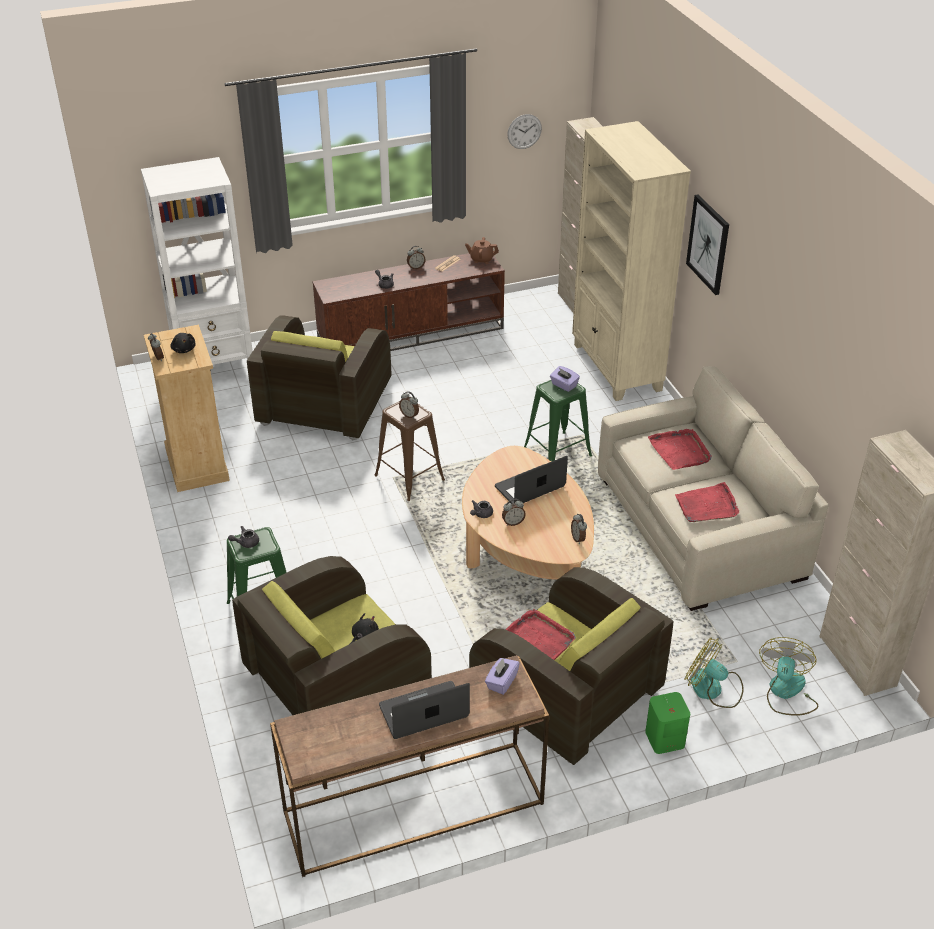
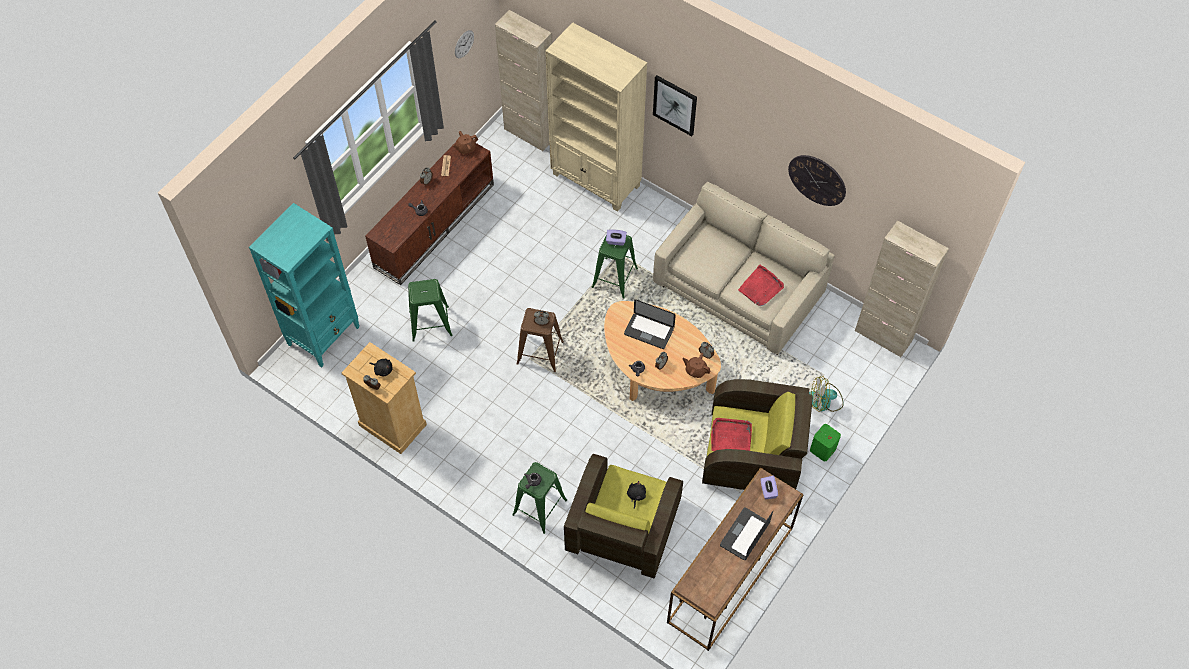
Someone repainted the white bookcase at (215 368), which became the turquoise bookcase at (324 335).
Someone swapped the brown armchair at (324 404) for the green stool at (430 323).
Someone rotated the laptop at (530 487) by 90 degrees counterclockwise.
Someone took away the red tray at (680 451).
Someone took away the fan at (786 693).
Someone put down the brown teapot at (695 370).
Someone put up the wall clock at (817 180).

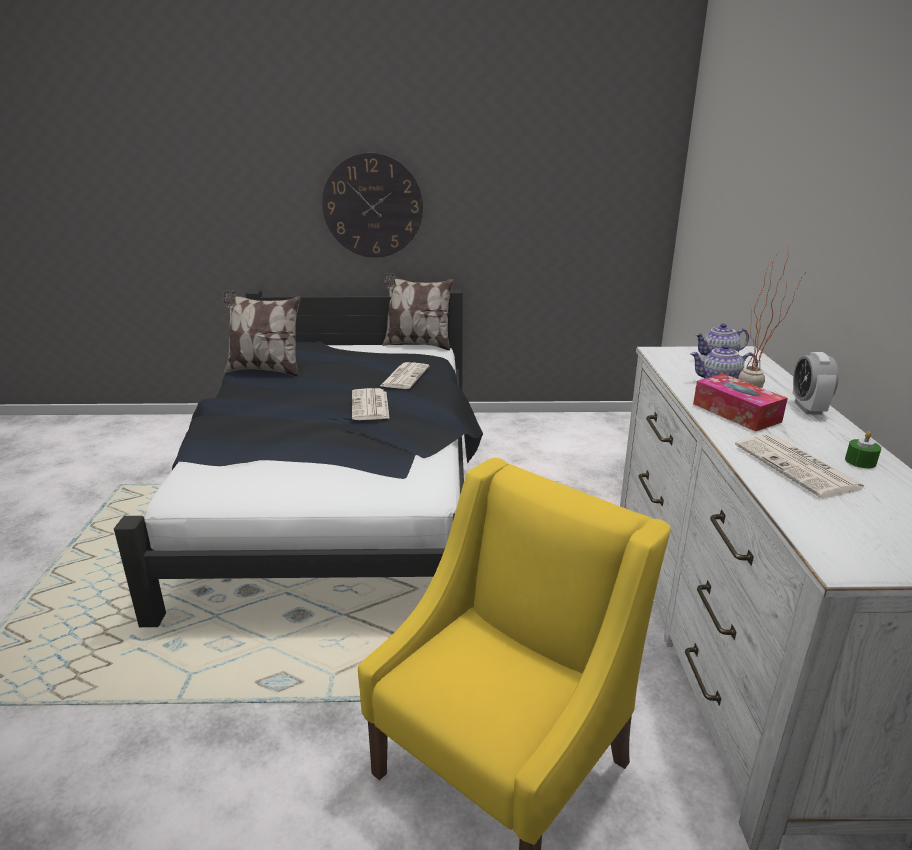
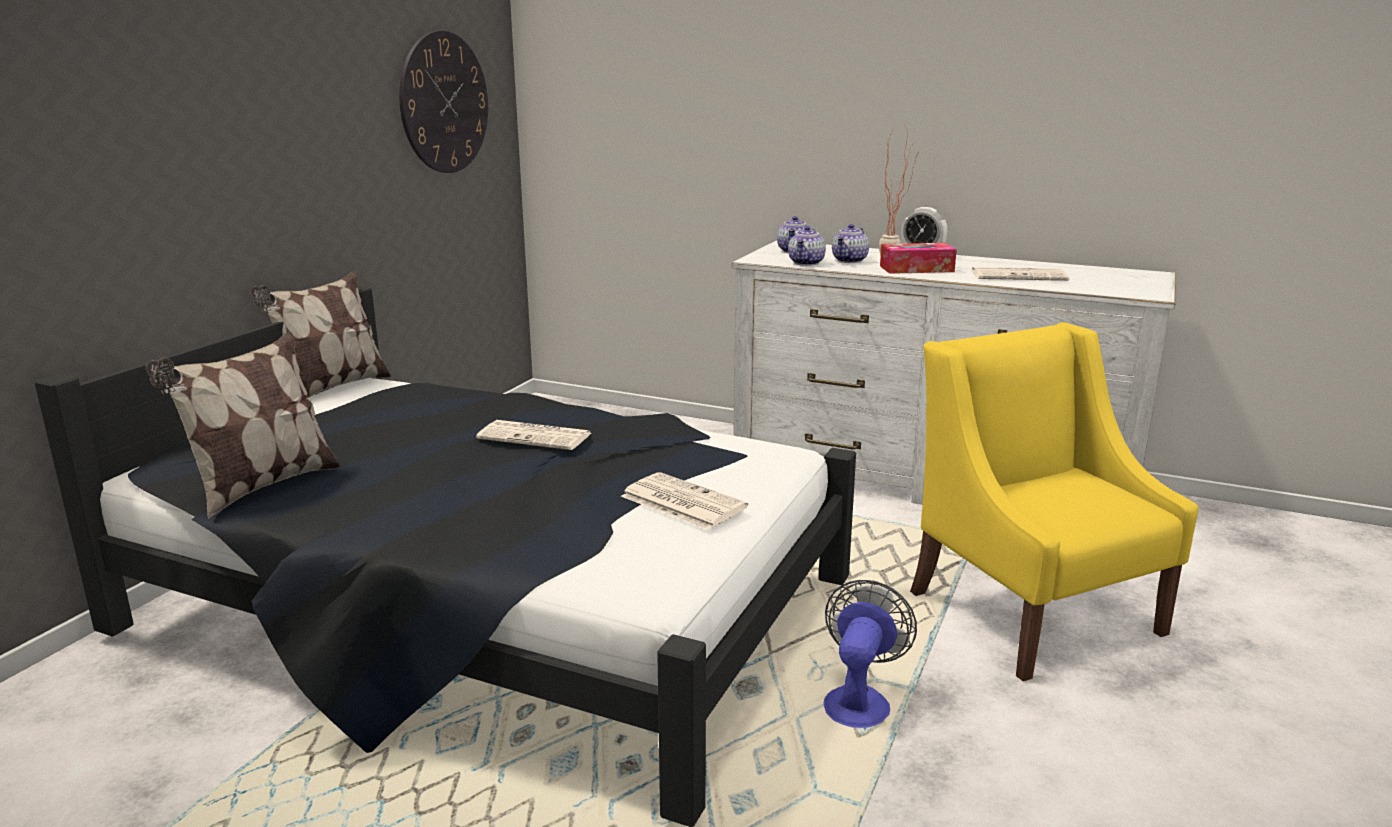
Someone carried the wall clock from (373 206) to (444 103).
Someone carried the newspaper from (404 376) to (681 502).
Someone took away the green candle at (860 461).
Someone put down the teapot at (807 263).
Someone put down the fan at (859 700).

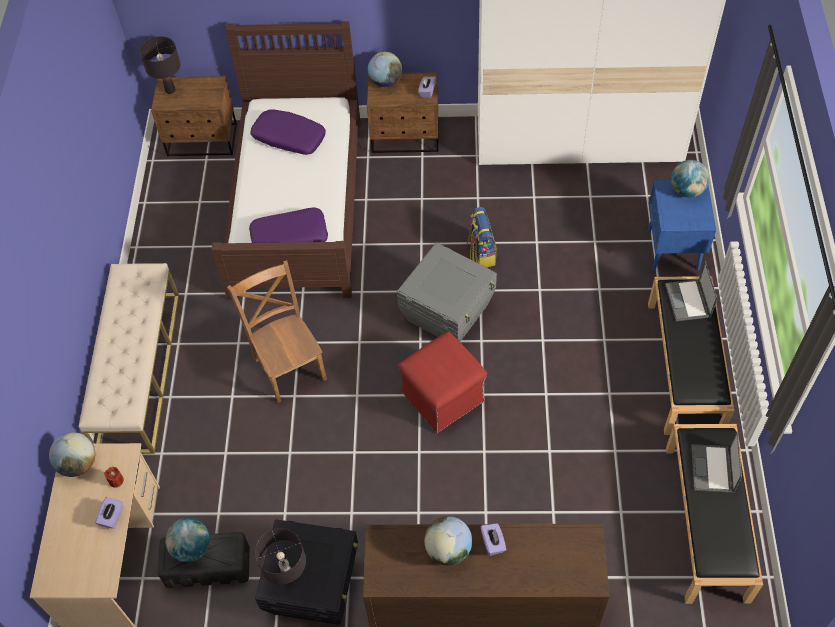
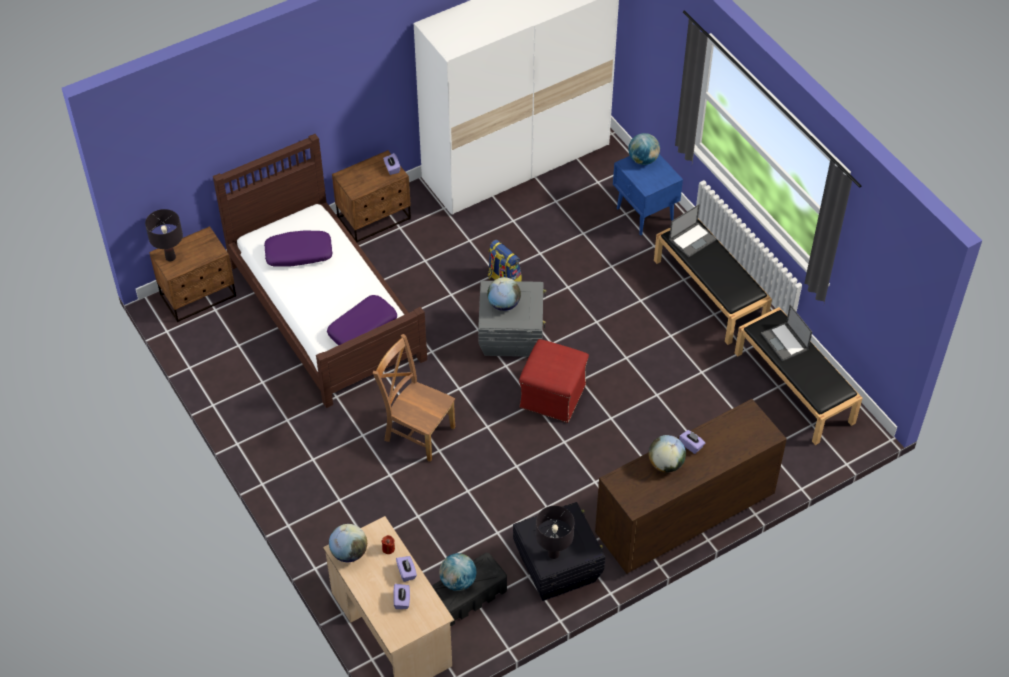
Someone took away the beige bench at (139 370).
Someone carried the globe from (385 81) to (503 304).
Someone rotated the laptop at (688 301) by 90 degrees counterclockwise.
Someone put down the purple tissue box at (402 600).

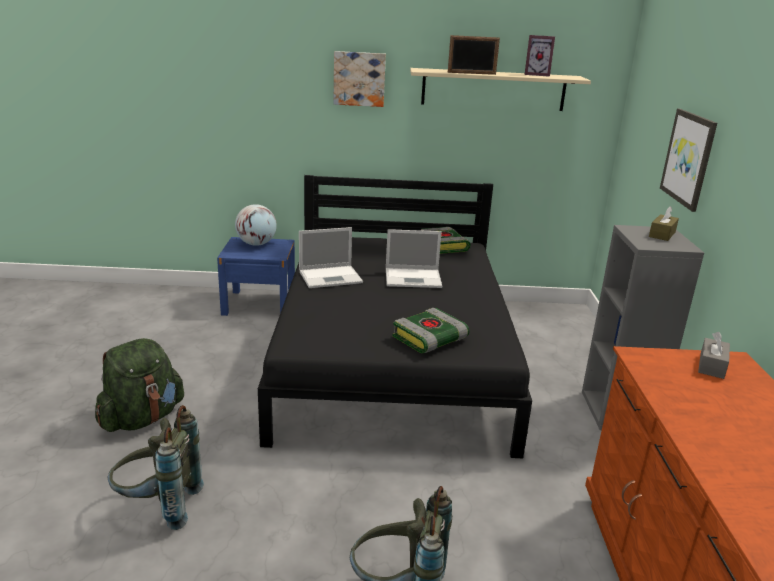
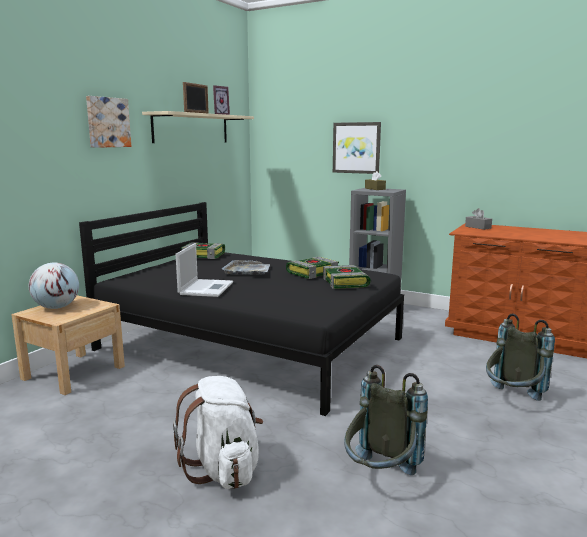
Someone repainted the green backpack at (142 418), which became the white backpack at (224 469).
Someone repainted the blue nightstand at (259 304), which became the beige nightstand at (74 372).
Someone swapped the laptop at (414 278) for the grey tray at (247 270).
Someone put down the book at (312 273).

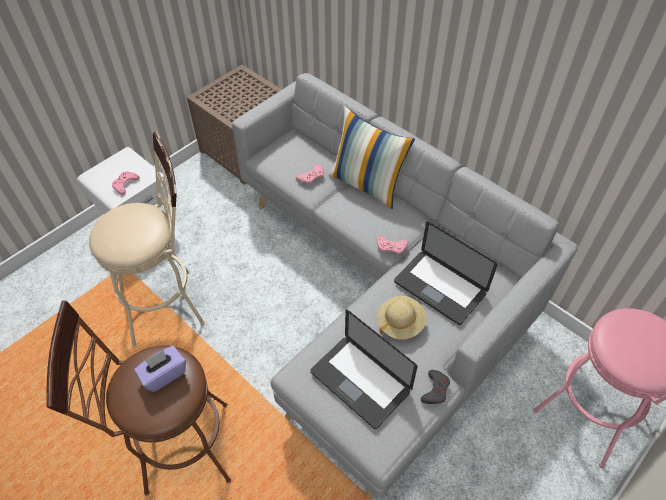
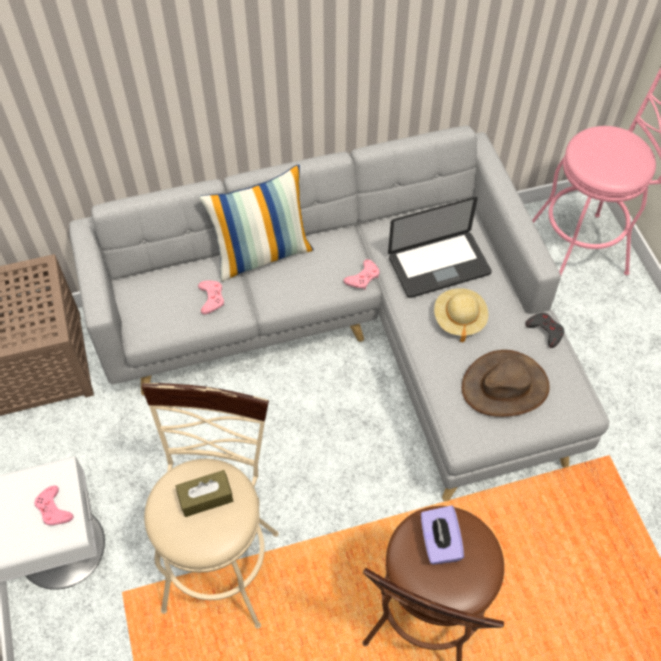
Someone swapped the laptop at (360 382) for the brown hat at (505 386).
Someone put down the brown tissue box at (206 497).

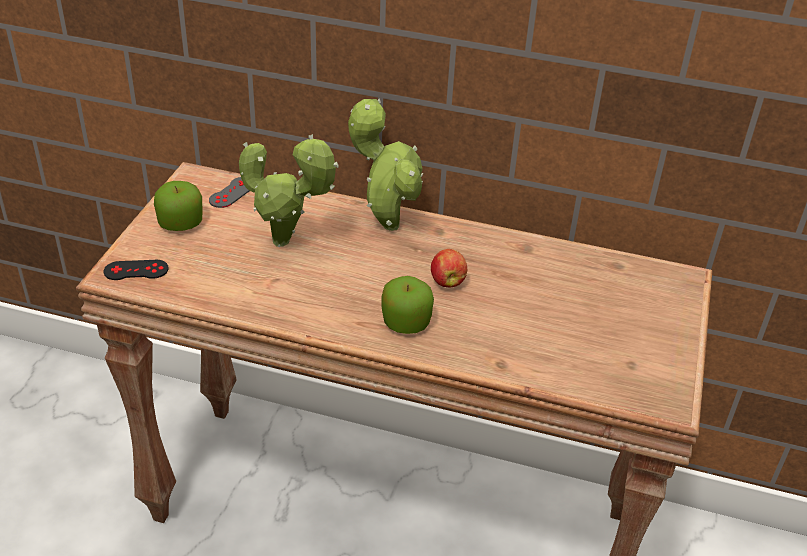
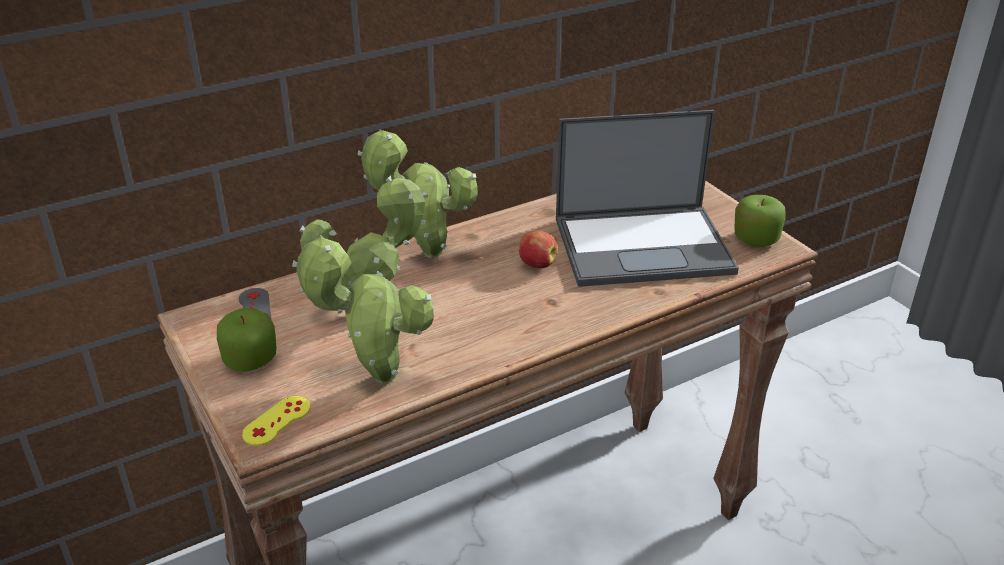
Someone repainted the black game controller at (136 270), which became the yellow game controller at (277 421).
Someone carried the apple from (406 322) to (756 239).
Someone put down the potted plant at (376 377).
Someone put down the laptop at (644 245).

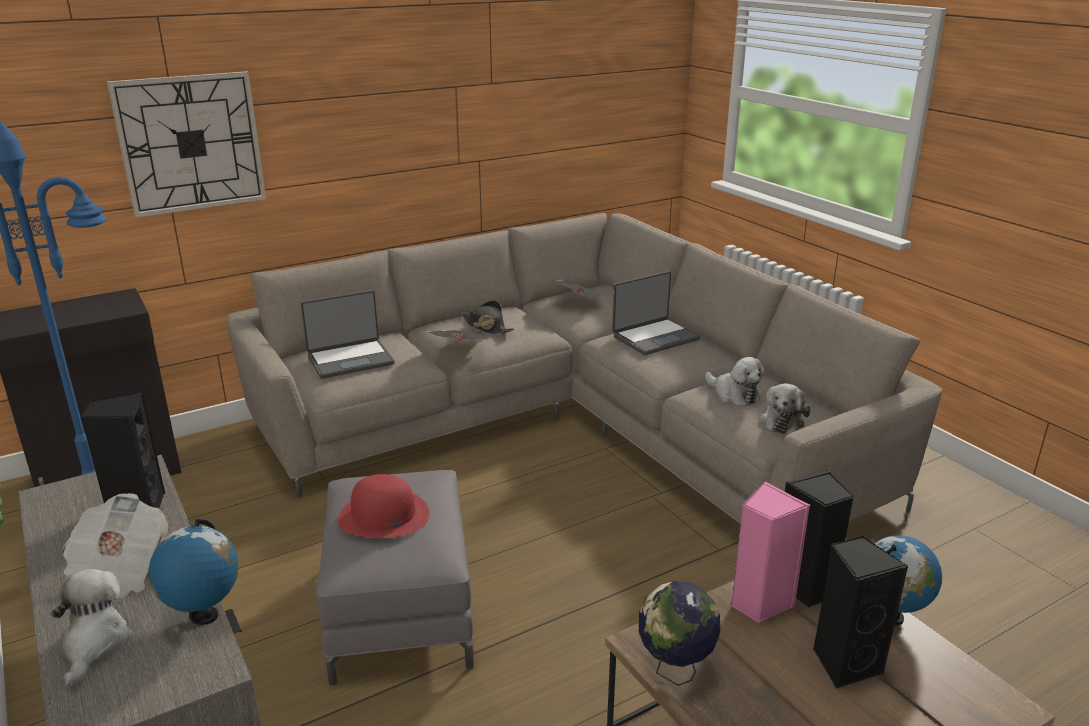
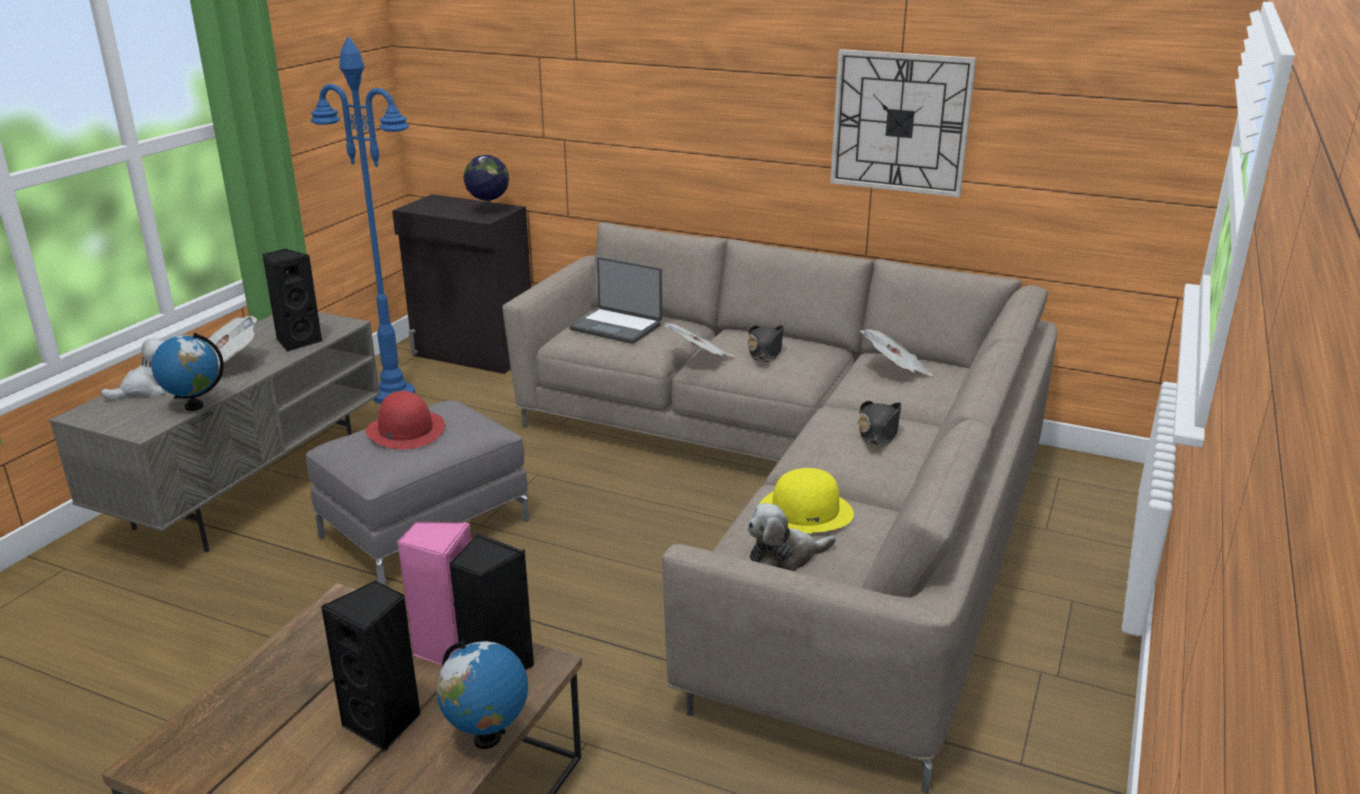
Someone carried the wall clock from (191 143) to (900 122).
Someone swapped the laptop at (654 337) for the black hat at (878 431).
Someone carried the globe from (674 671) to (488 212).
Someone swapped the plush toy at (733 394) for the yellow hat at (805 512).

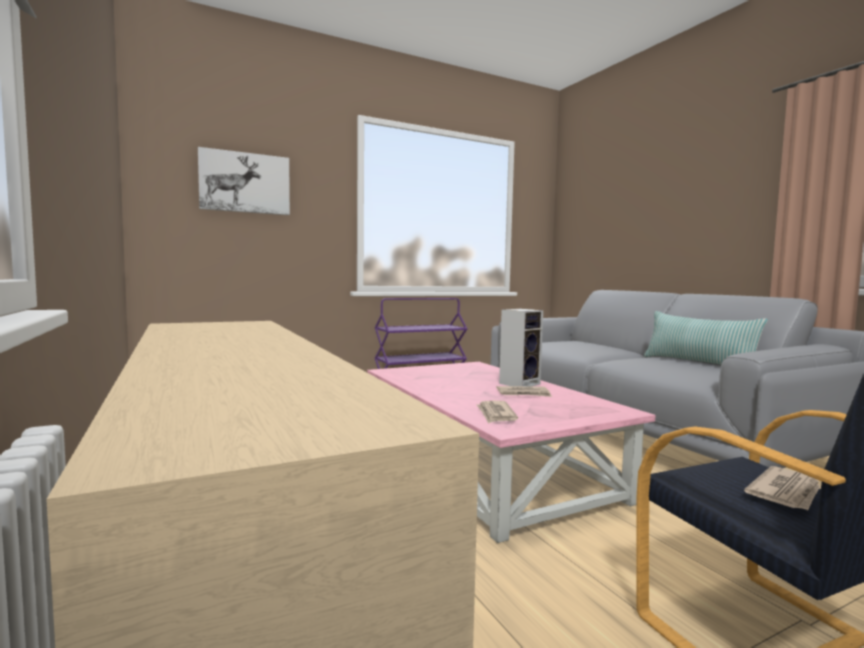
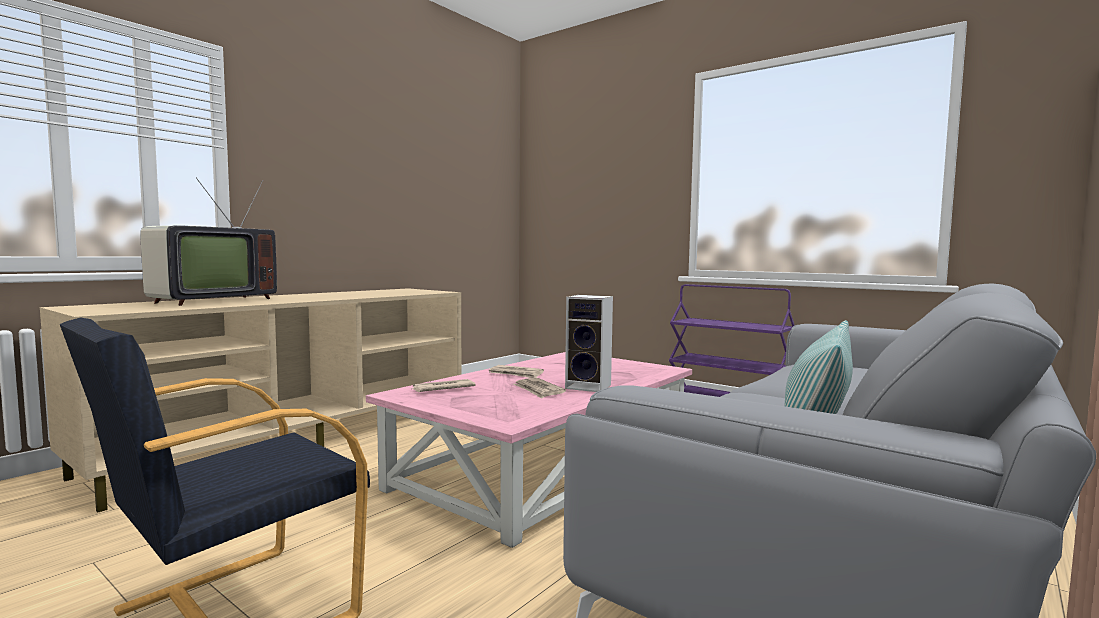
Someone took away the picture at (245 183).
Someone carried the newspaper from (786 492) to (516 374).
Someone put down the television at (209 301).

